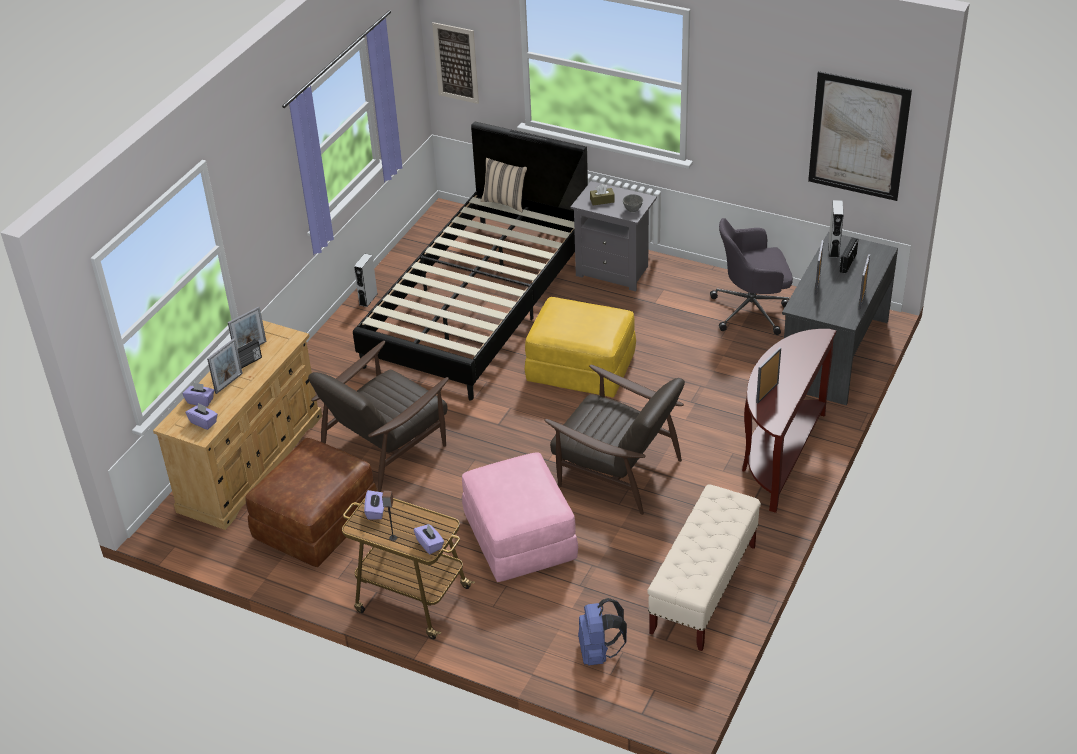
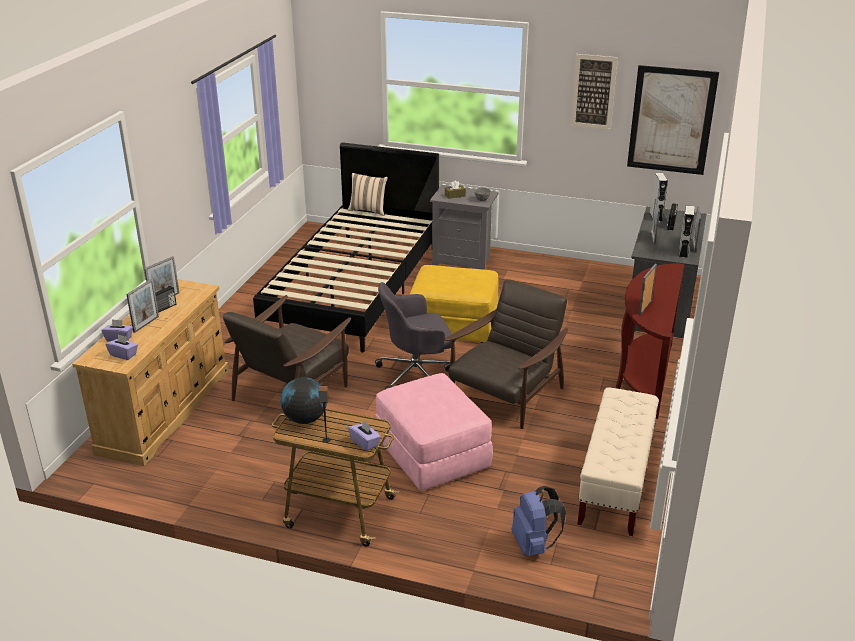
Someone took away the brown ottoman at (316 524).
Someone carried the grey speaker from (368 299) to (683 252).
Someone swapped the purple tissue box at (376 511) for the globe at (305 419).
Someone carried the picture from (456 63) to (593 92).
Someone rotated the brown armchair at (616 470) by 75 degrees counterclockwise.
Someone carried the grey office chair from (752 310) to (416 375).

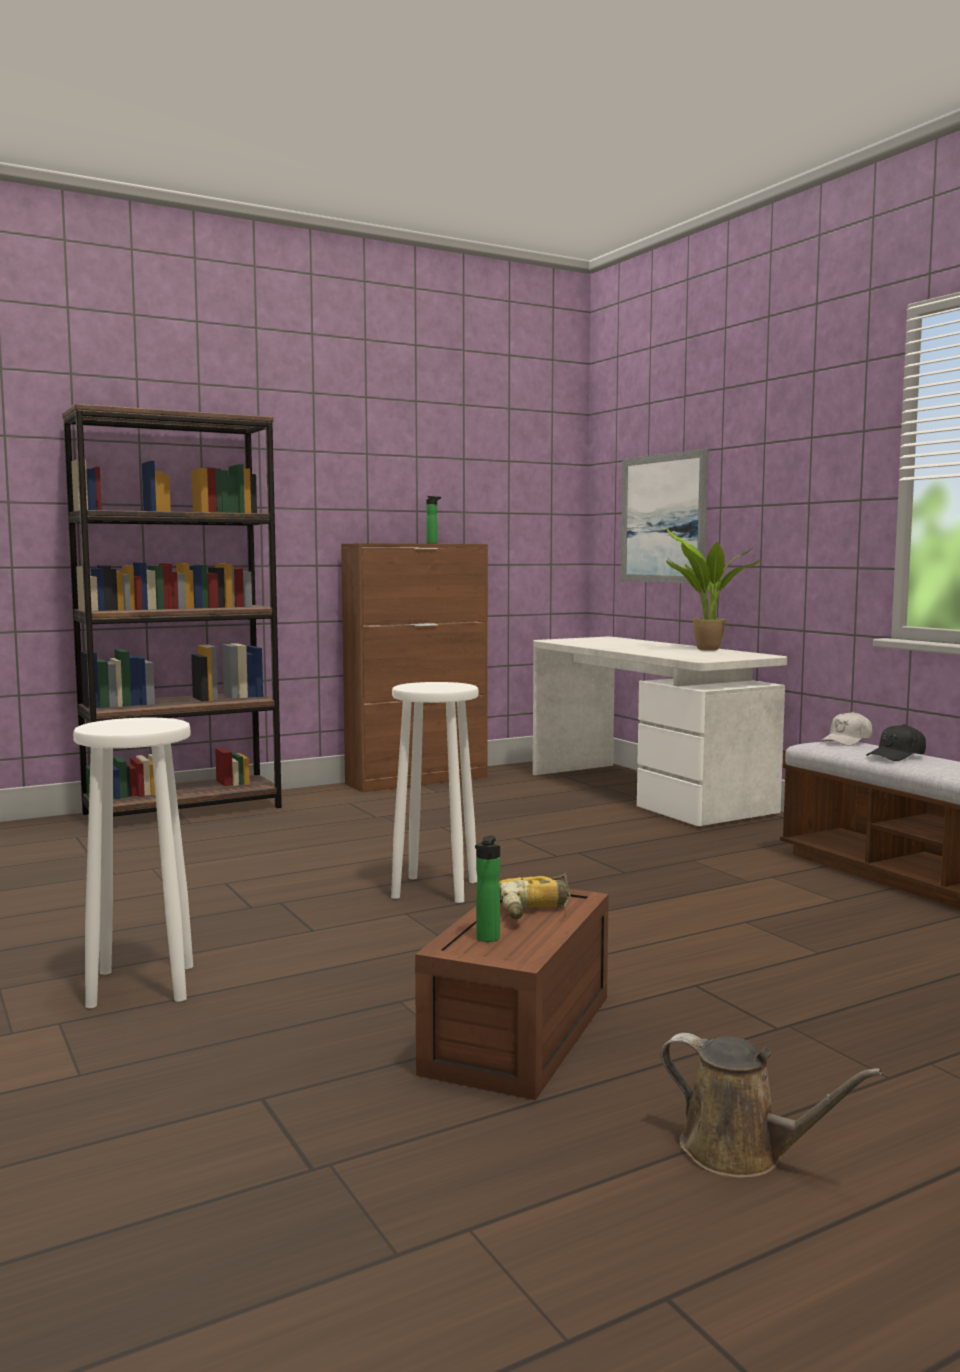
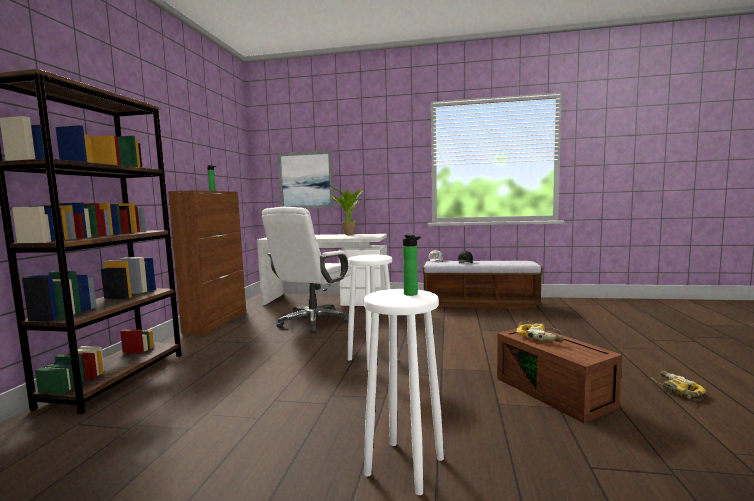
Someone carried the bottle from (486 939) to (412 294).
Someone swapped the brown watering can at (741 1153) for the power drill at (674 389).
Someone put down the white office chair at (313 322).

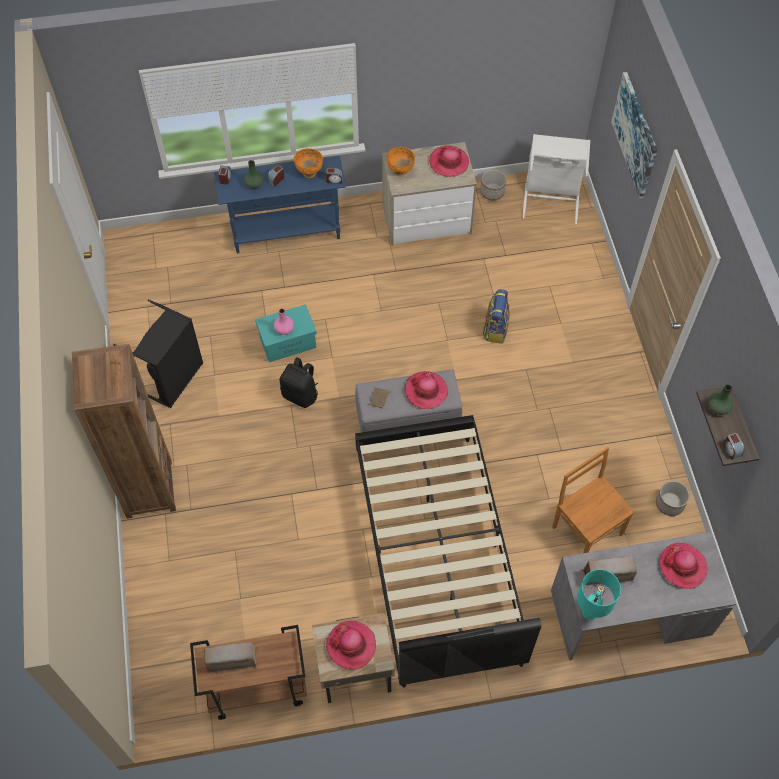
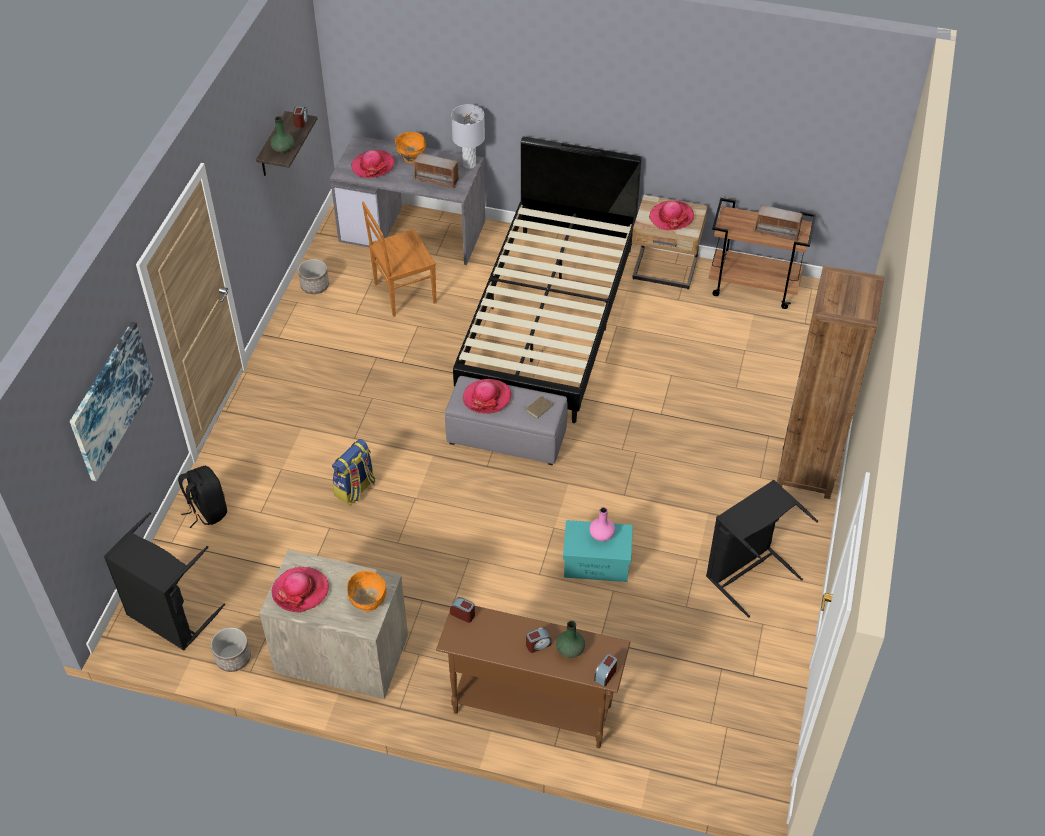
Someone repainted the blue console table at (286 233), which became the brown console table at (531 708).
Someone carried the black backpack from (301 395) to (207 511).
Someone carried the orange bowl from (309 172) to (411 159).
Someone repainted the white laundry basket at (551 199), which became the black laundry basket at (169 618).
Someone rotated the brown chair at (586 529) by 75 degrees clockwise.
Someone repainted the turquoise table lamp at (589 612), which became the grey table lamp at (469 164).

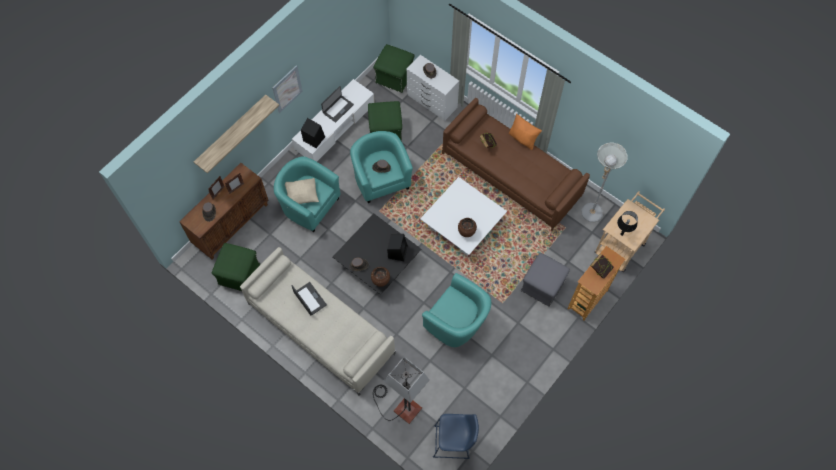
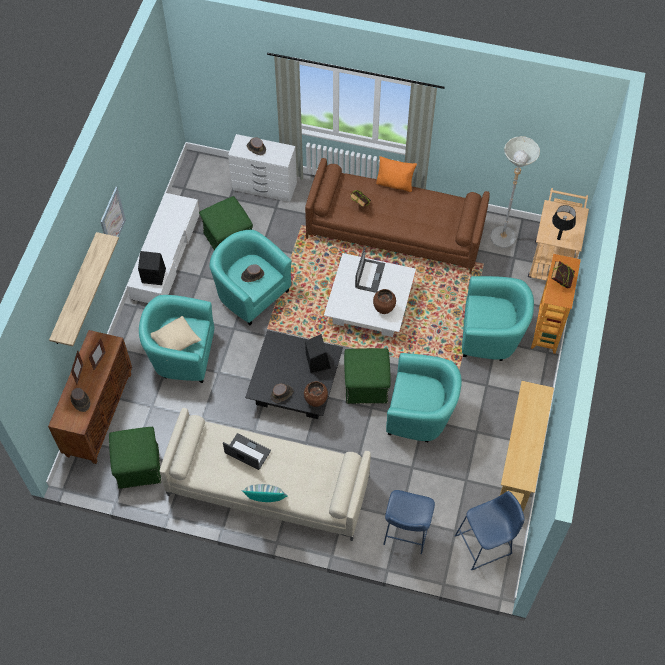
Someone carried the laptop from (338 108) to (369 275).
Someone carried the green ottoman from (394 77) to (365 385).
Someone swapped the floor lamp at (400 407) for the blue stool at (406 532).
Someone swapped the grey ottoman at (542 286) for the turquoise armchair at (492 335).
Someone put down the pillow at (266 499).
Someone put down the beige console table at (518 463).

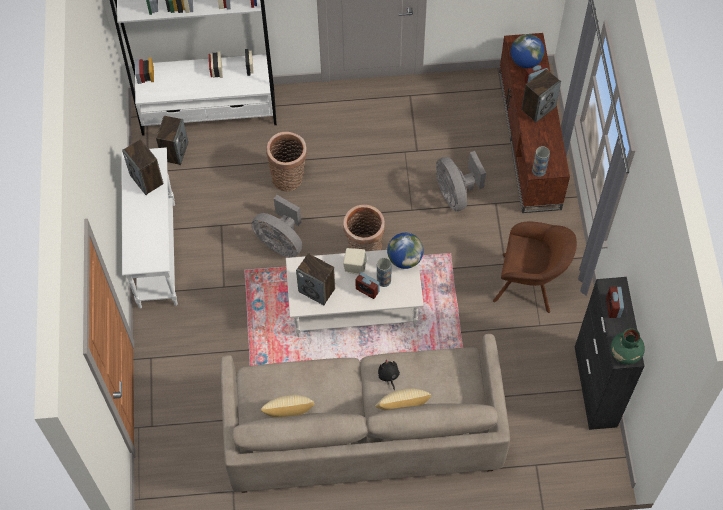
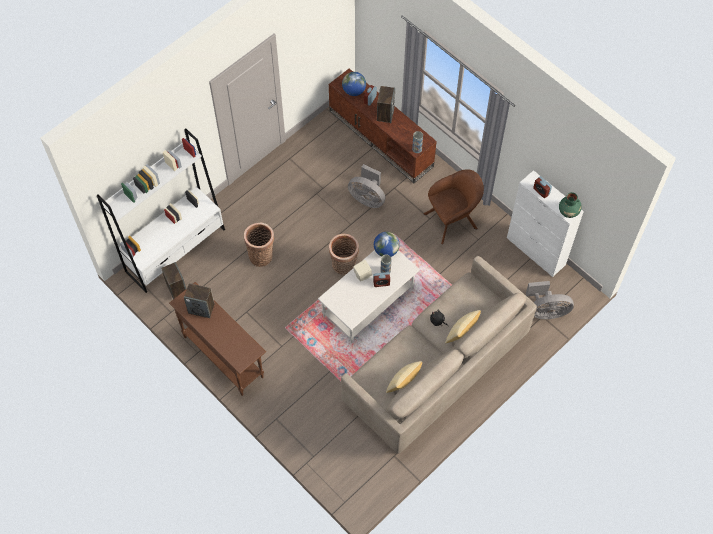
Someone repainted the white console table at (157 254), which became the brown console table at (223 356).
Someone carried the grey fan from (281 242) to (546 311).
Someone took away the speaker at (317 290).
Someone repainted the black cabinet at (595 387), which became the white cabinet at (536 251).

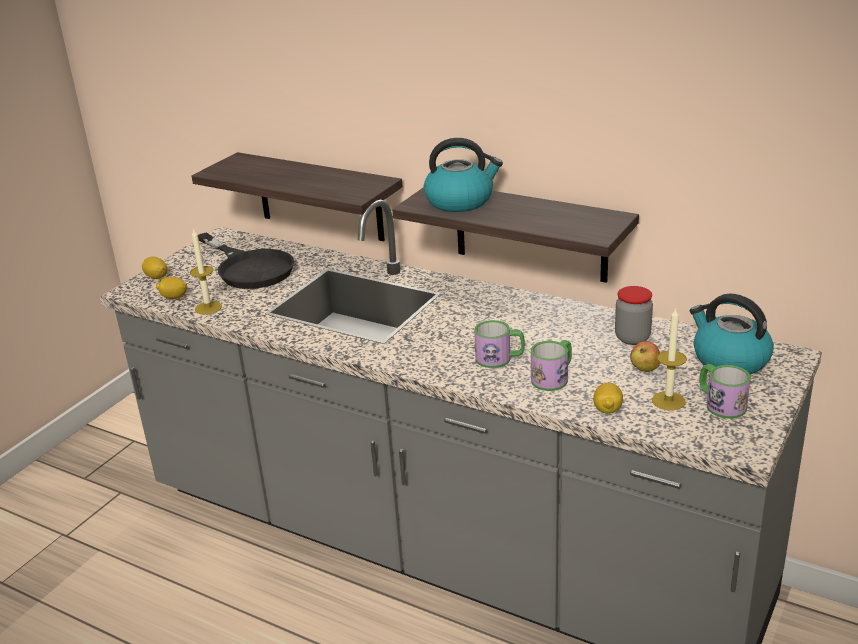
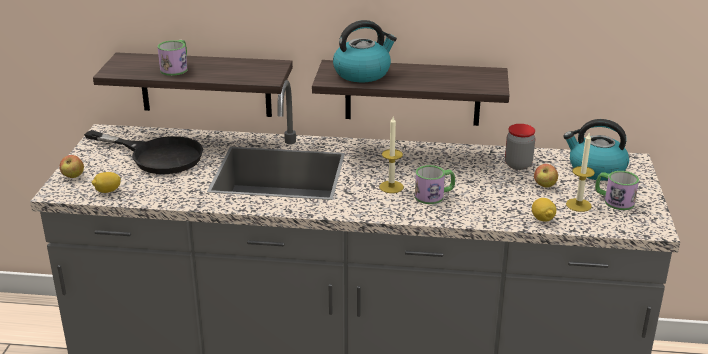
Someone swapped the lemon at (156 277) for the apple at (73 176).
Someone carried the candle from (208 308) to (391 187).
Someone carried the mug from (553 377) to (176 68).

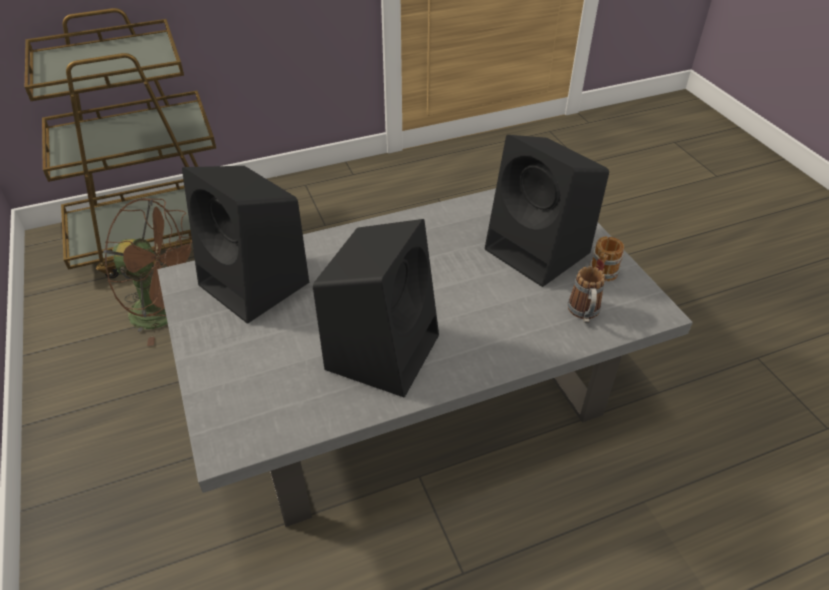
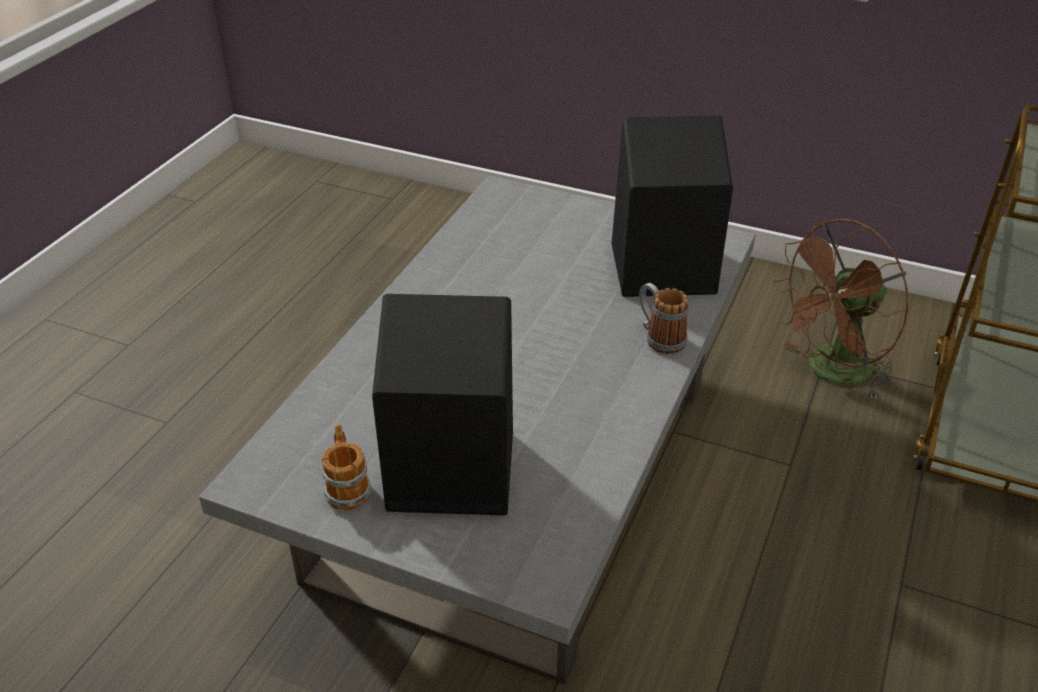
Someone took away the black speaker at (383 349).
Someone carried the mug from (584 314) to (659 338).

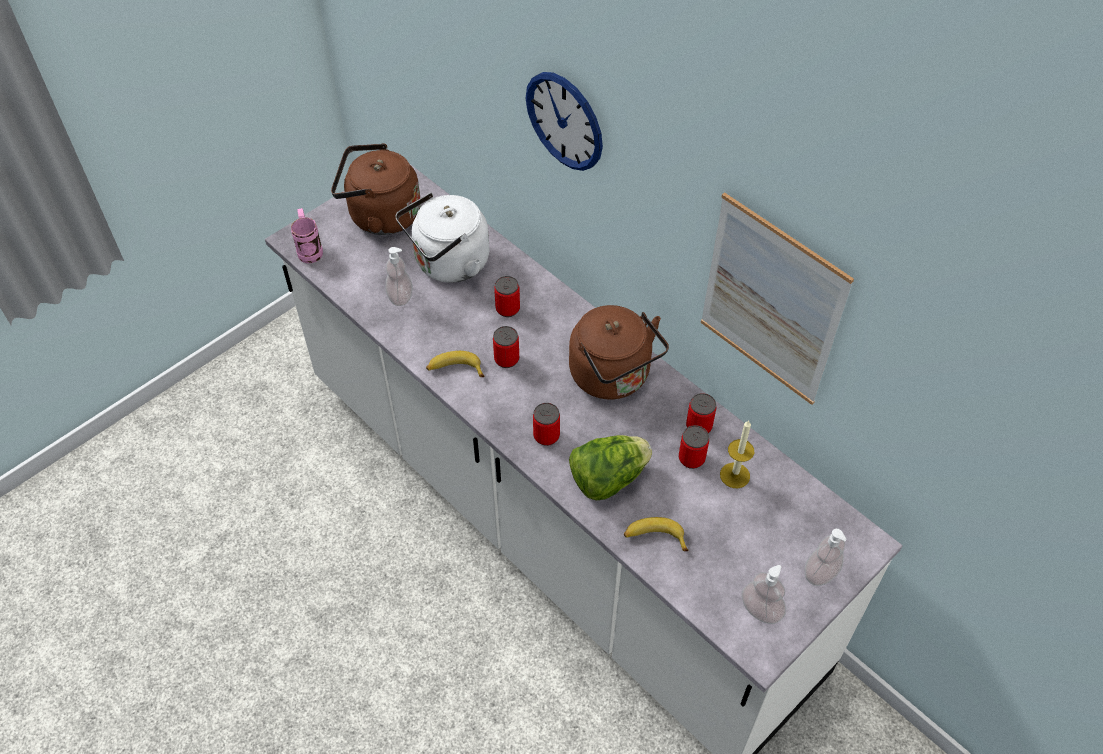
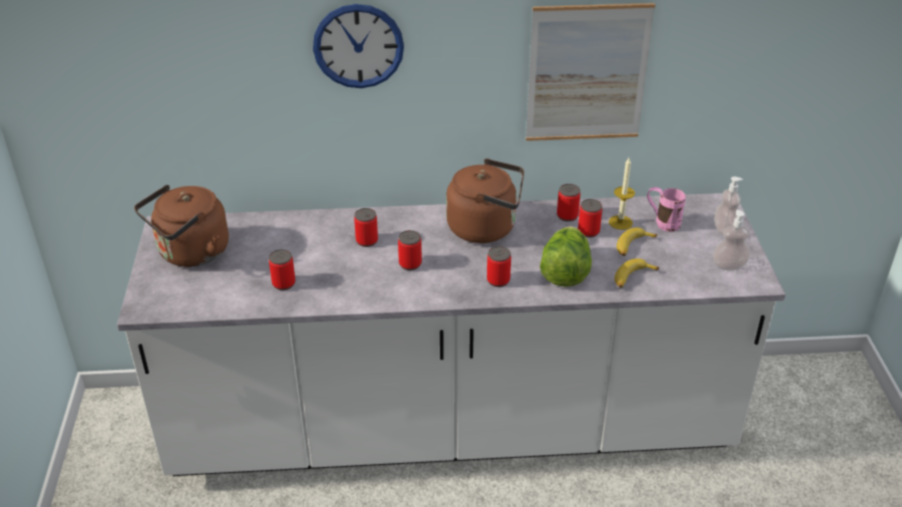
Someone carried the pink mug from (309 249) to (662 223).
Someone swapped the soap dispenser at (400 297) for the can at (283 283).
Someone took away the white kettle at (448 264).
Someone carried the banana from (455 369) to (633 246).

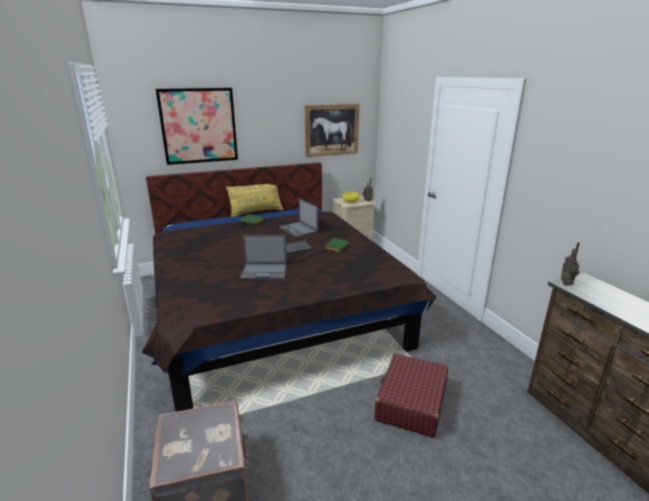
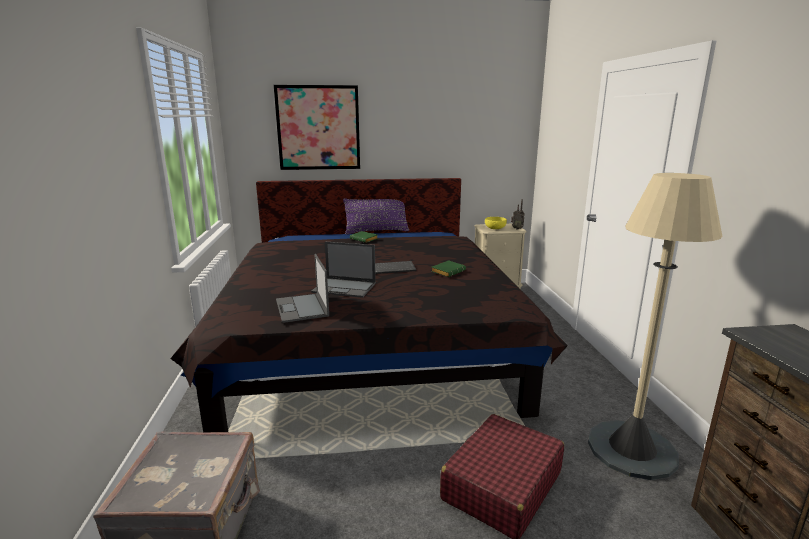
Someone repainted the yellow pillow at (256 212), which became the purple pillow at (376 232).
Someone carried the laptop from (298 229) to (302 308).
Someone took away the picture at (332 130).
Someone took away the radio at (567 284).
Someone put down the beige floor lamp at (631 449).

